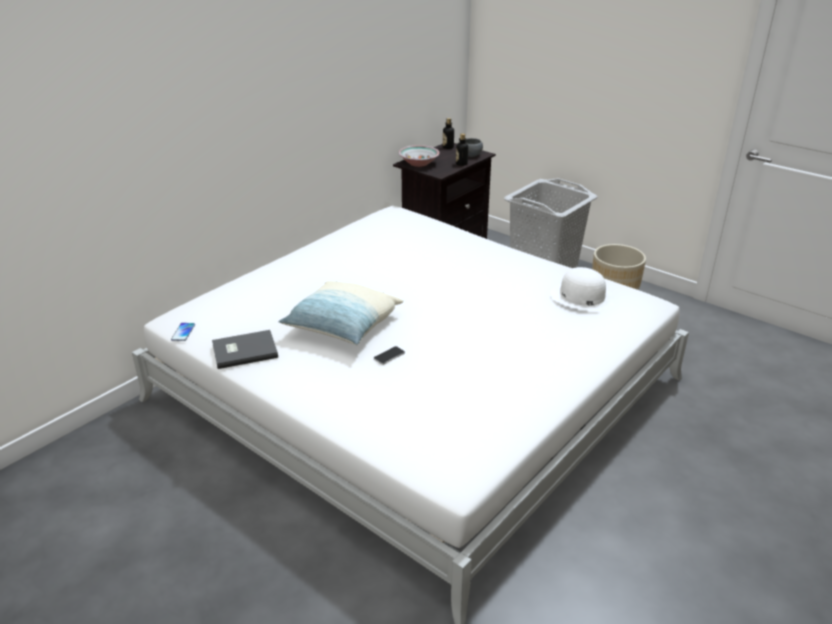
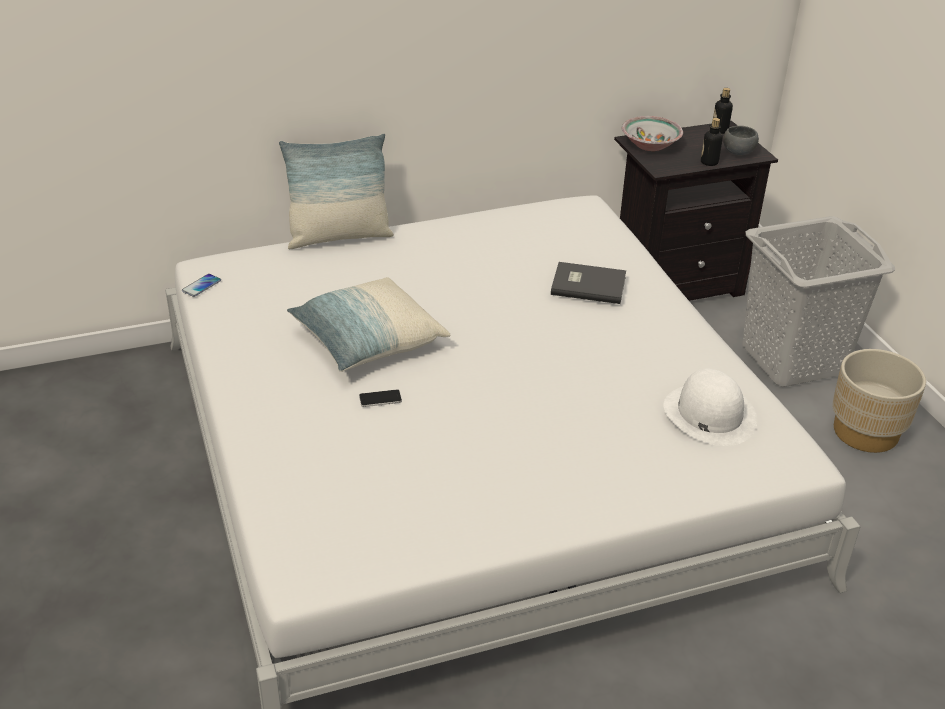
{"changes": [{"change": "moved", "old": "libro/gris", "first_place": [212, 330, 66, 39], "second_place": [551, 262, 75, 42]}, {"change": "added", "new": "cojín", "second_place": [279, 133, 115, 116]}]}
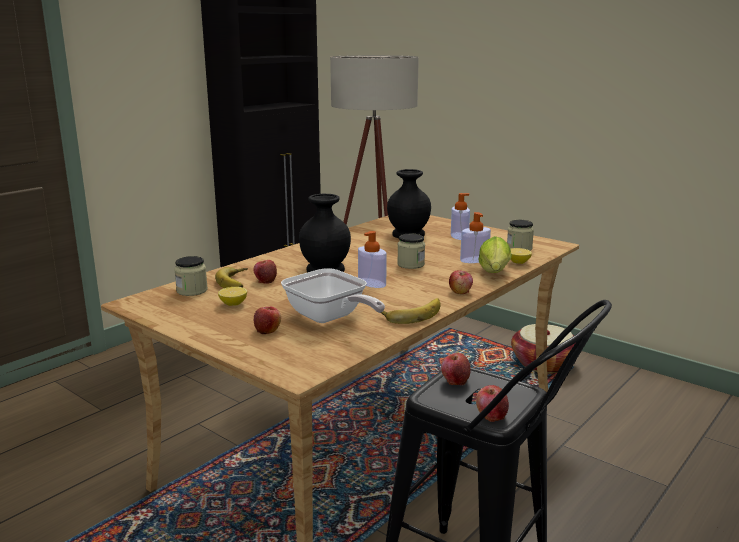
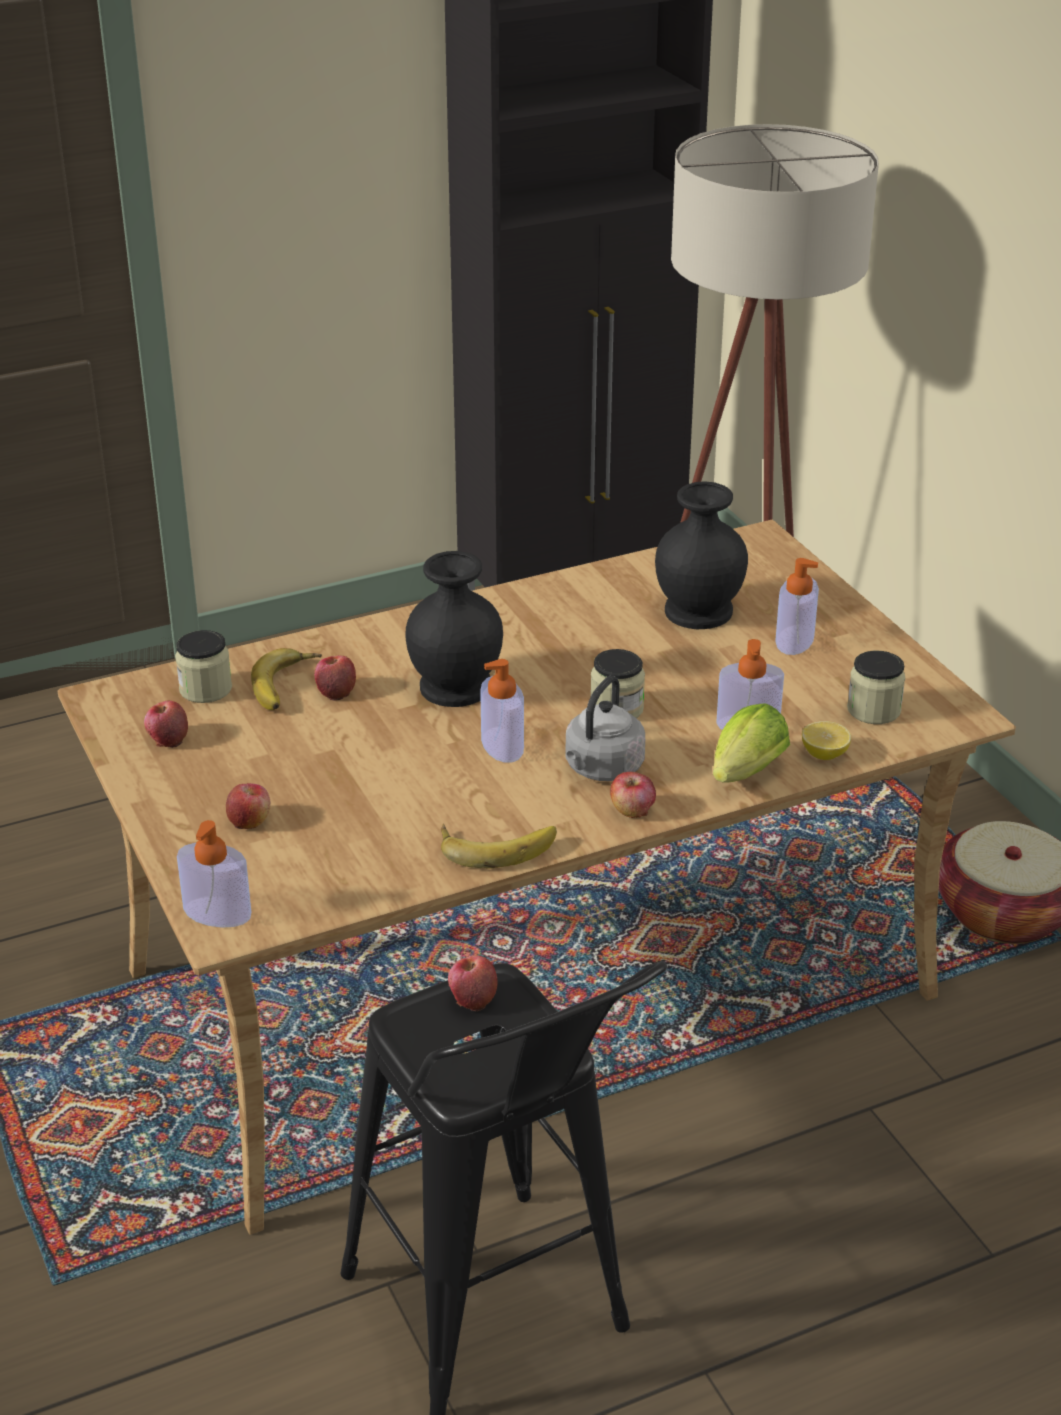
{"changes": [{"change": "removed", "old": "limón", "first_place": [218, 287, 29, 19]}, {"change": "removed", "old": "sartén", "first_place": [281, 268, 104, 55]}, {"change": "moved", "old": "manzana", "first_place": [476, 385, 33, 37], "second_place": [144, 701, 44, 47]}, {"change": "added", "new": "dispensador de jabón", "second_place": [177, 820, 75, 108]}, {"change": "added", "new": "hervidor/gris", "second_place": [565, 675, 80, 106]}]}
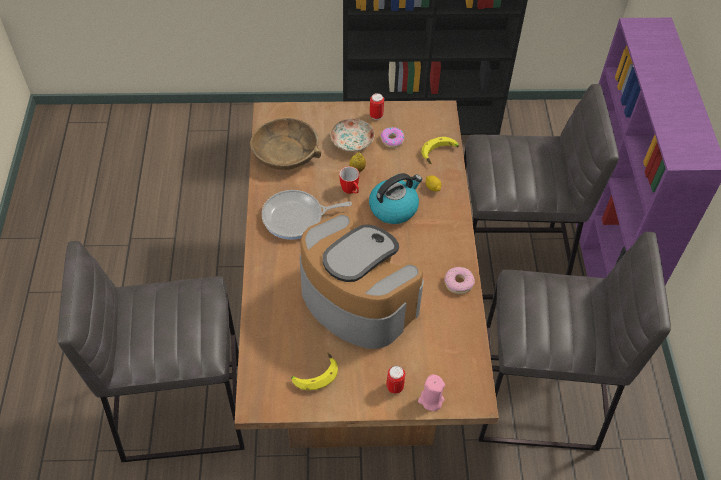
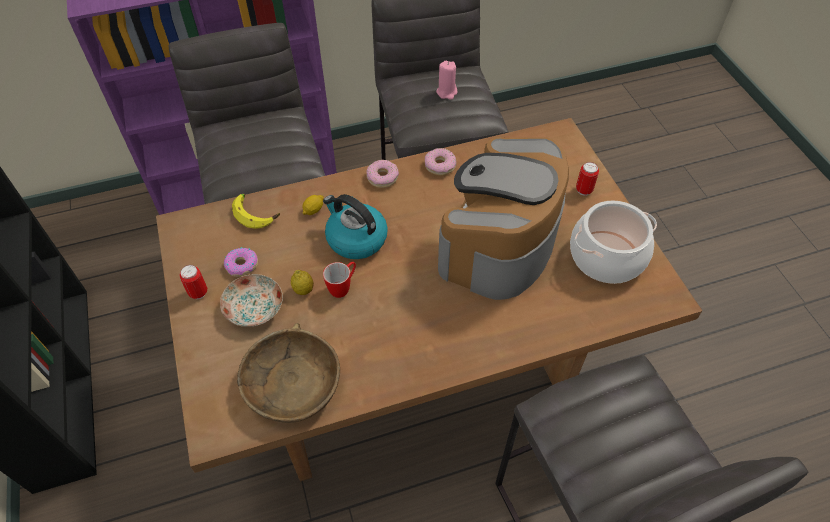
{"changes": [{"change": "removed", "old": "sartén", "first_place": [262, 190, 90, 50]}, {"change": "replaced", "old": "plátano", "new": "olla", "first_place": [291, 352, 47, 38], "second_place": [570, 201, 87, 83]}, {"change": "moved", "old": "vela/rosa", "first_place": [418, 374, 27, 37], "second_place": [436, 61, 21, 39]}, {"change": "added", "new": "rosquilla", "second_place": [366, 160, 33, 28]}]}
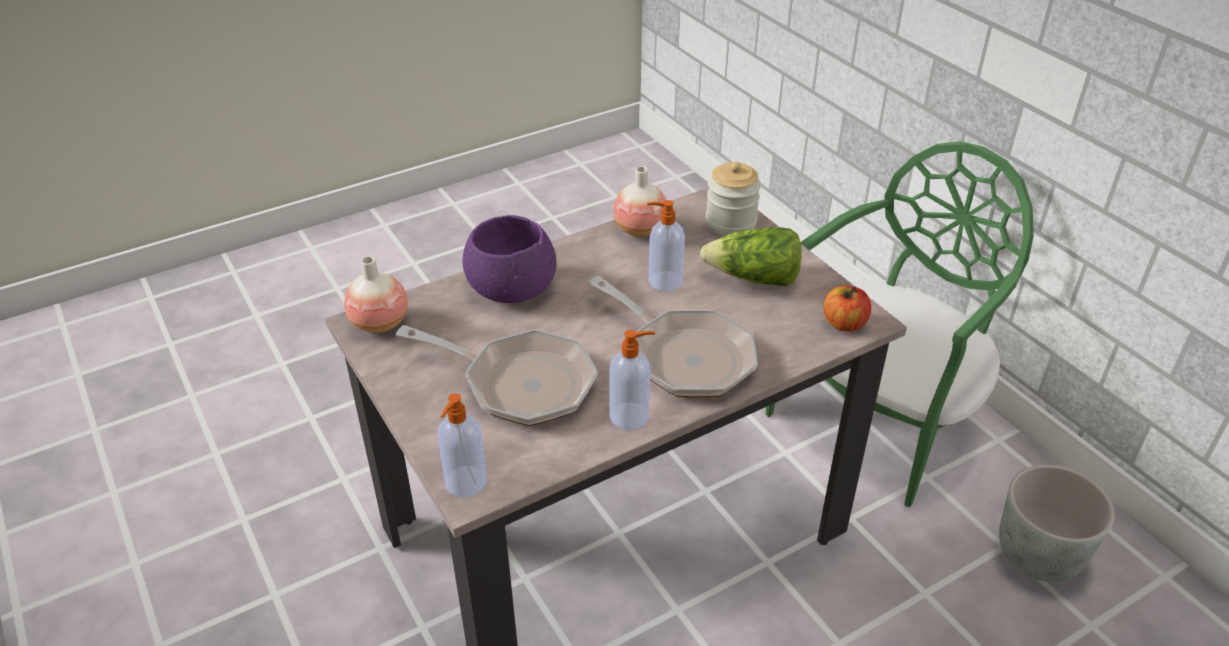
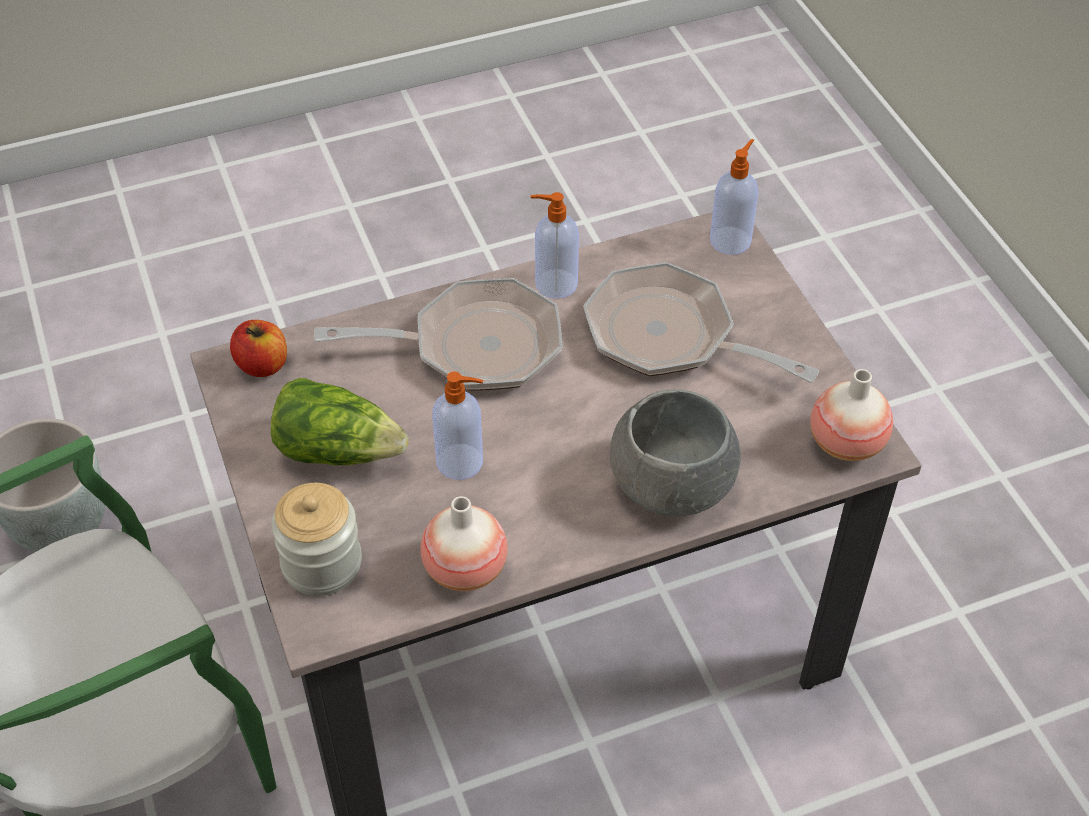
{"changes": [{"change": "recoloured", "old": "cuenco/morado", "new": "cuenco/gris", "first_place": [463, 215, 94, 88], "second_place": [610, 389, 131, 127]}, {"change": "turned", "old": "sartén", "first_place": [588, 276, 170, 121], "second_place": [314, 278, 249, 113], "degrees": 120}]}
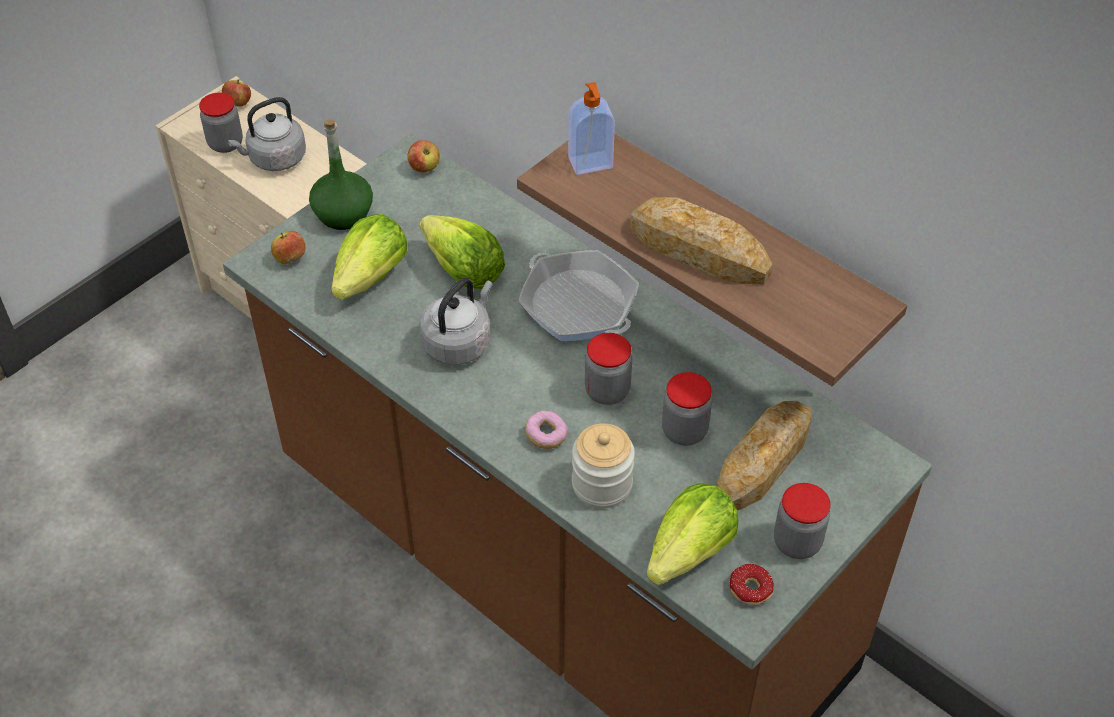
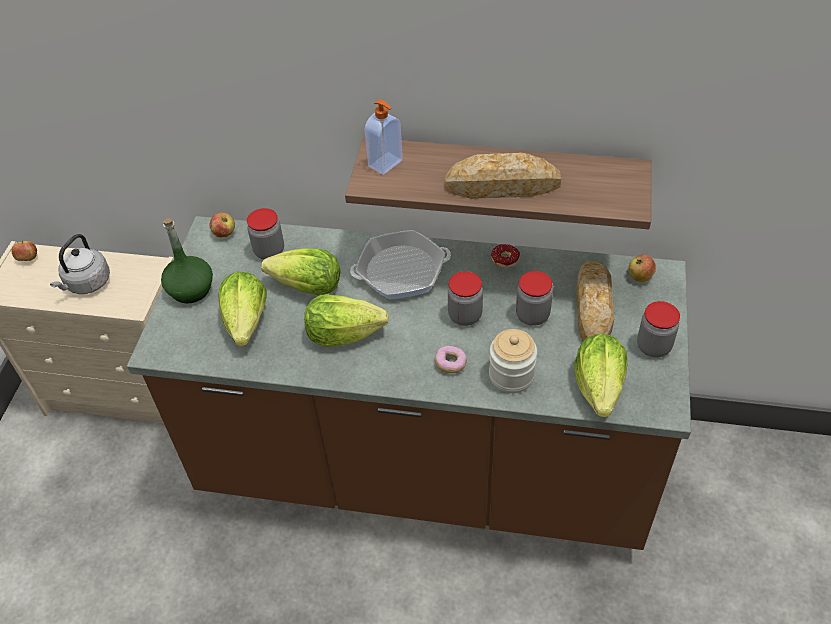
{"changes": [{"change": "moved", "old": "tarro", "first_place": [199, 93, 44, 60], "second_place": [247, 208, 37, 51]}, {"change": "moved", "old": "manzana", "first_place": [271, 231, 35, 33], "second_place": [629, 255, 27, 27]}, {"change": "replaced", "old": "hervidor/gris", "new": "lechuga", "first_place": [419, 278, 74, 87], "second_place": [304, 295, 85, 51]}, {"change": "turned", "old": "sartén", "first_place": [519, 250, 120, 91], "second_place": [350, 230, 101, 70], "degrees": 150}, {"change": "moved", "old": "rosquilla", "first_place": [729, 564, 45, 54], "second_place": [491, 244, 29, 23]}]}
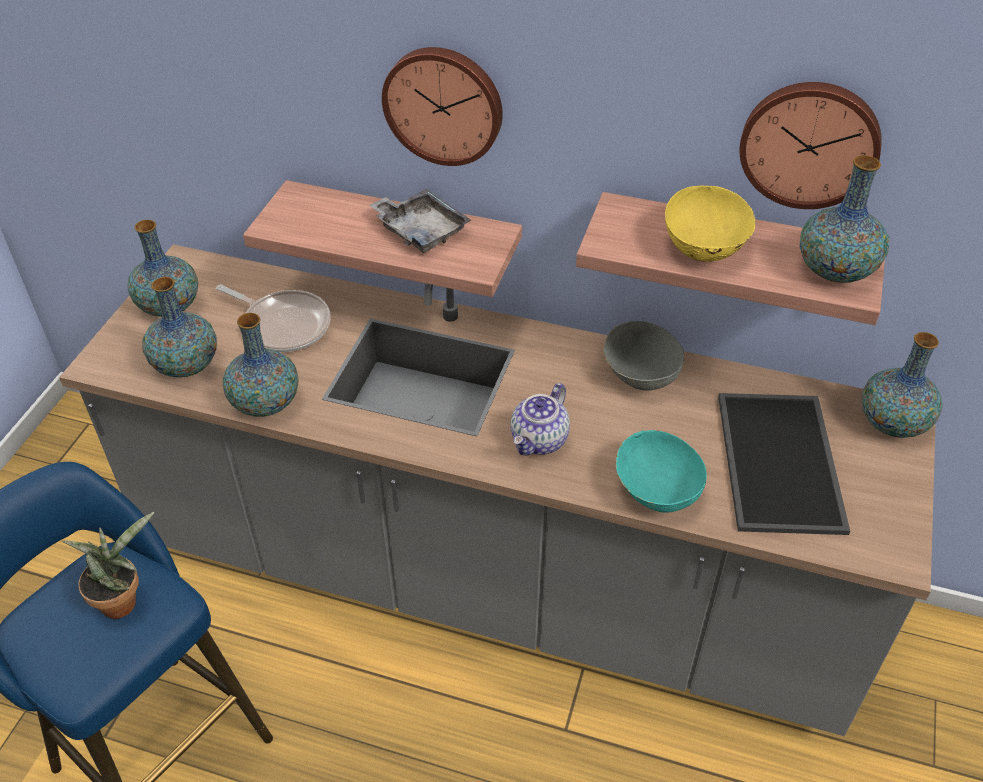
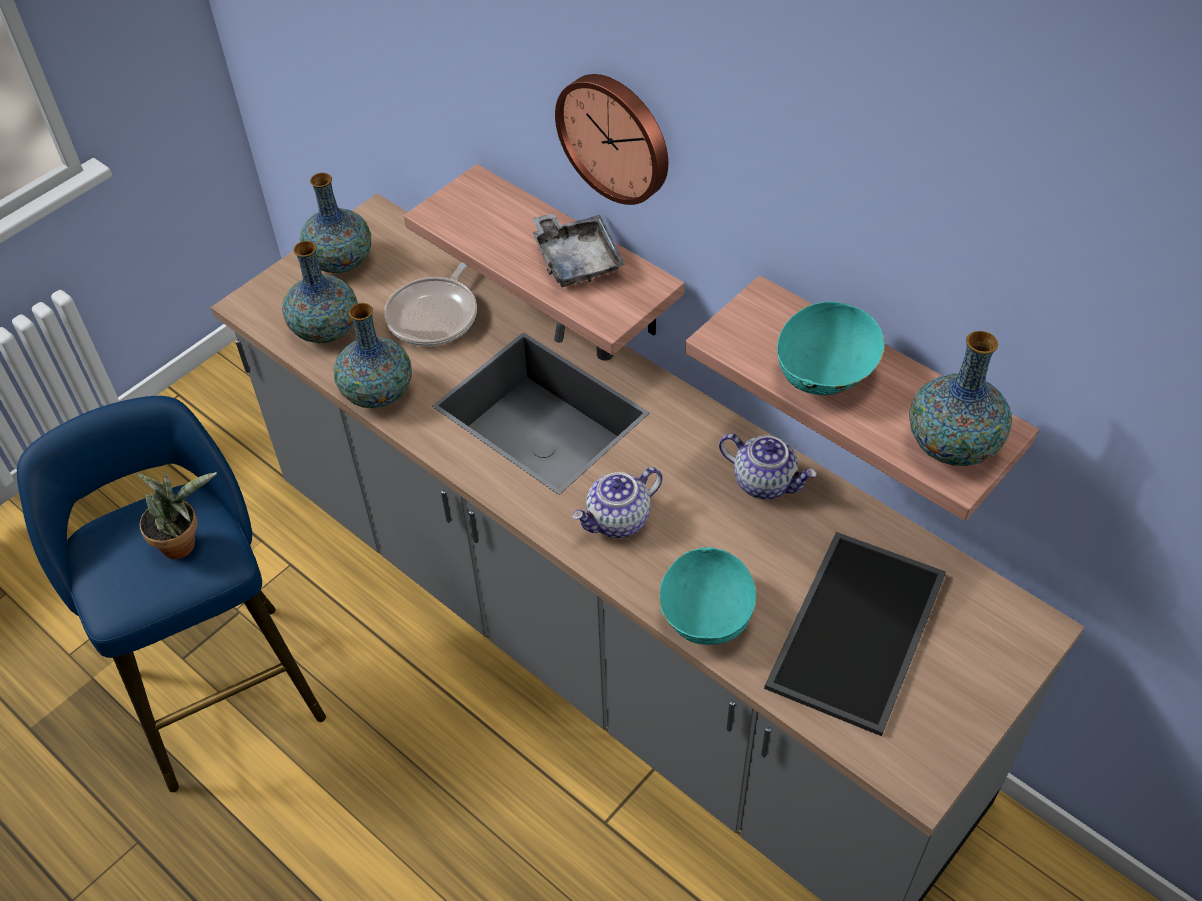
{"changes": [{"change": "turned", "old": "sartén", "first_place": [216, 284, 115, 68], "second_place": [384, 262, 93, 84], "degrees": 60}, {"change": "replaced", "old": "cuenco/gris", "new": "tetera", "first_place": [603, 321, 81, 69], "second_place": [719, 434, 98, 66]}, {"change": "recoloured", "old": "cuenco/amarillo", "new": "cuenco/turquesa", "first_place": [665, 184, 91, 78], "second_place": [777, 302, 108, 93]}, {"change": "removed", "old": "reloj de pared", "first_place": [740, 82, 142, 127]}, {"change": "removed", "old": "florero", "first_place": [861, 332, 82, 106]}]}
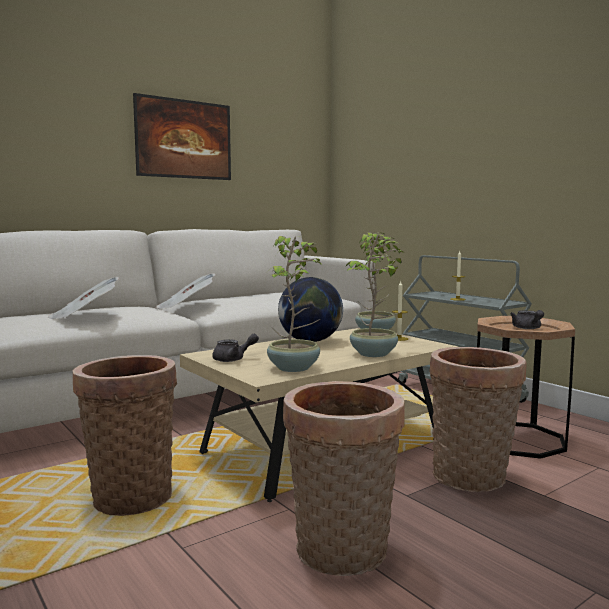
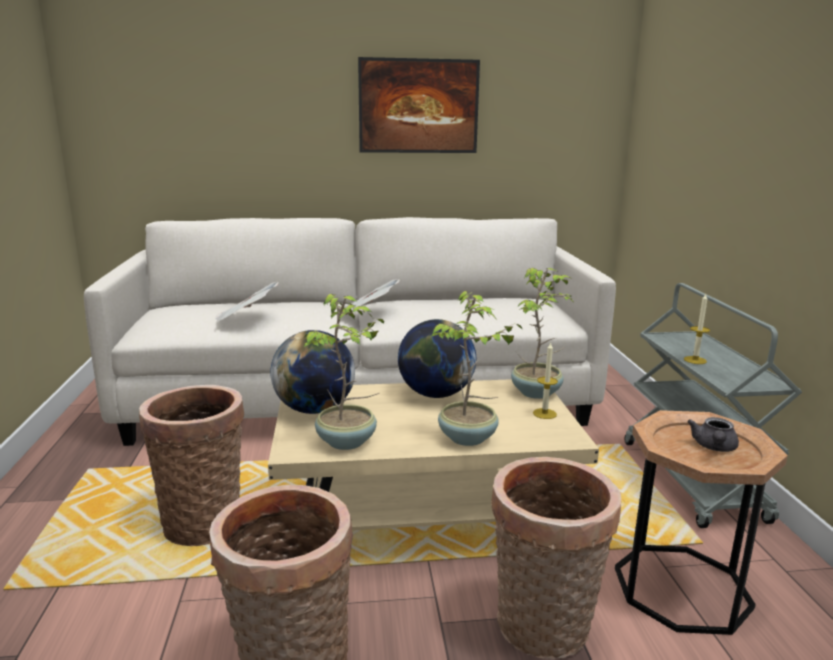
{"changes": [{"change": "replaced", "old": "tetera/gris", "new": "globo terráqueo", "first_place": [212, 334, 47, 28], "second_place": [270, 330, 85, 84]}]}
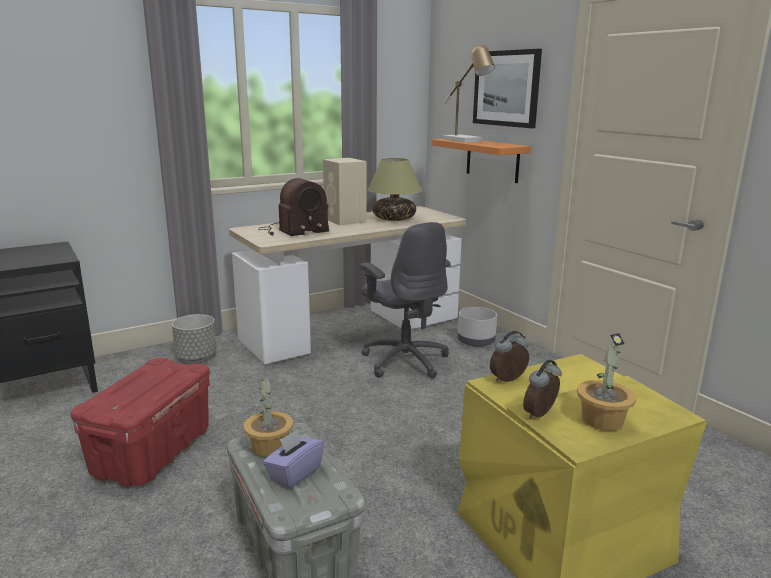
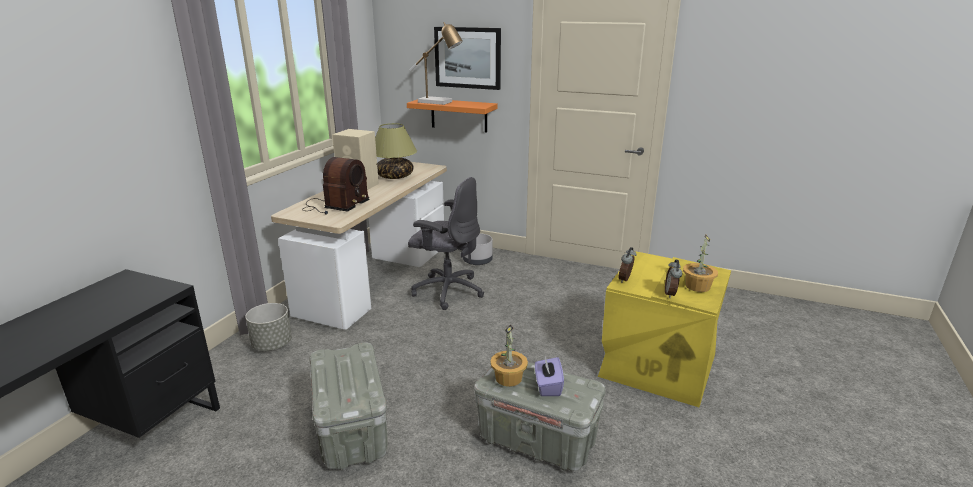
{"changes": [{"change": "recoloured", "old": "caja de almacenaje/rojo", "new": "caja de almacenaje/gris", "first_place": [71, 358, 139, 129], "second_place": [310, 342, 78, 128]}]}
